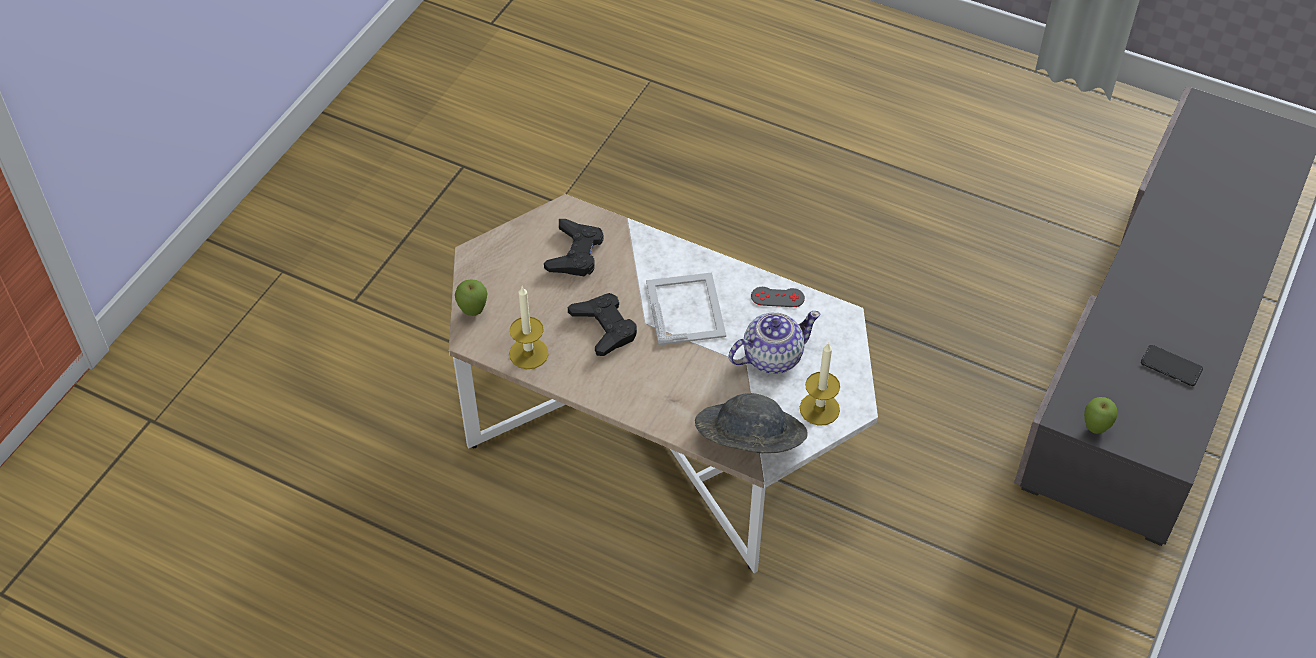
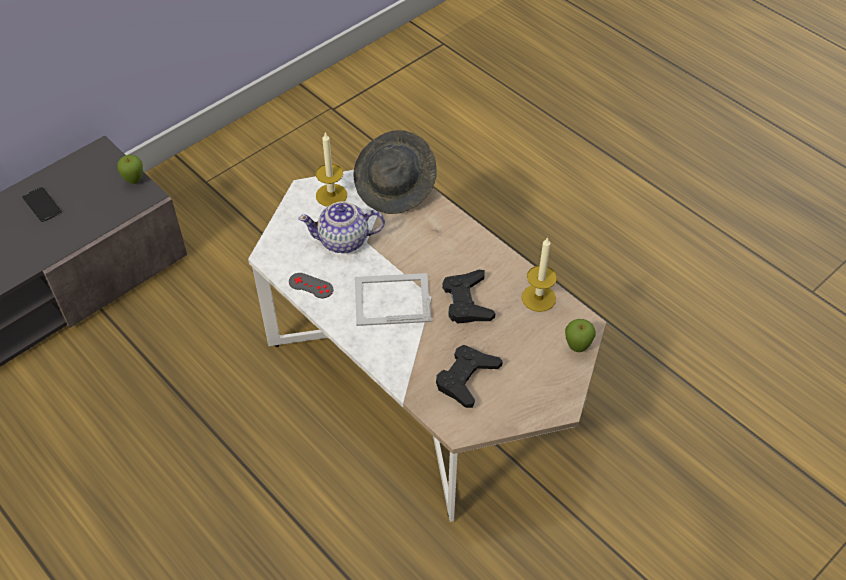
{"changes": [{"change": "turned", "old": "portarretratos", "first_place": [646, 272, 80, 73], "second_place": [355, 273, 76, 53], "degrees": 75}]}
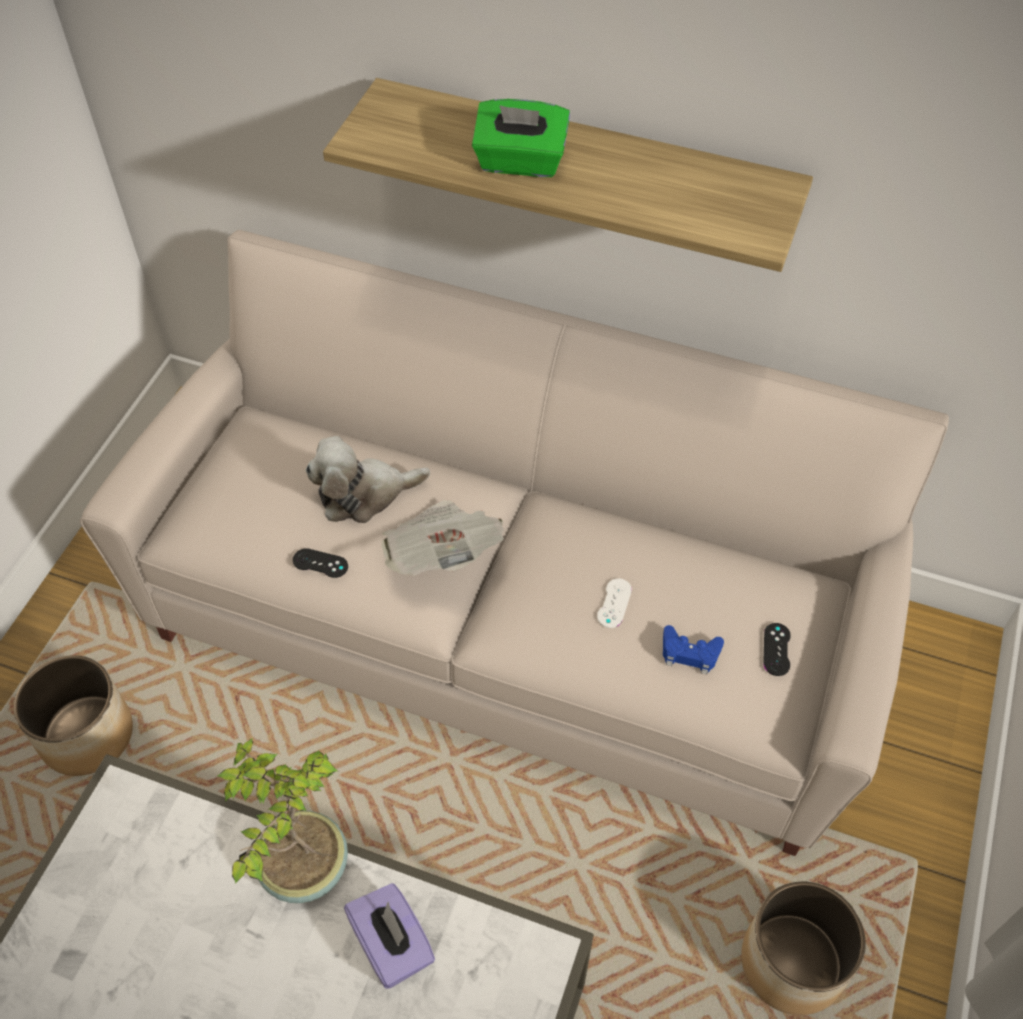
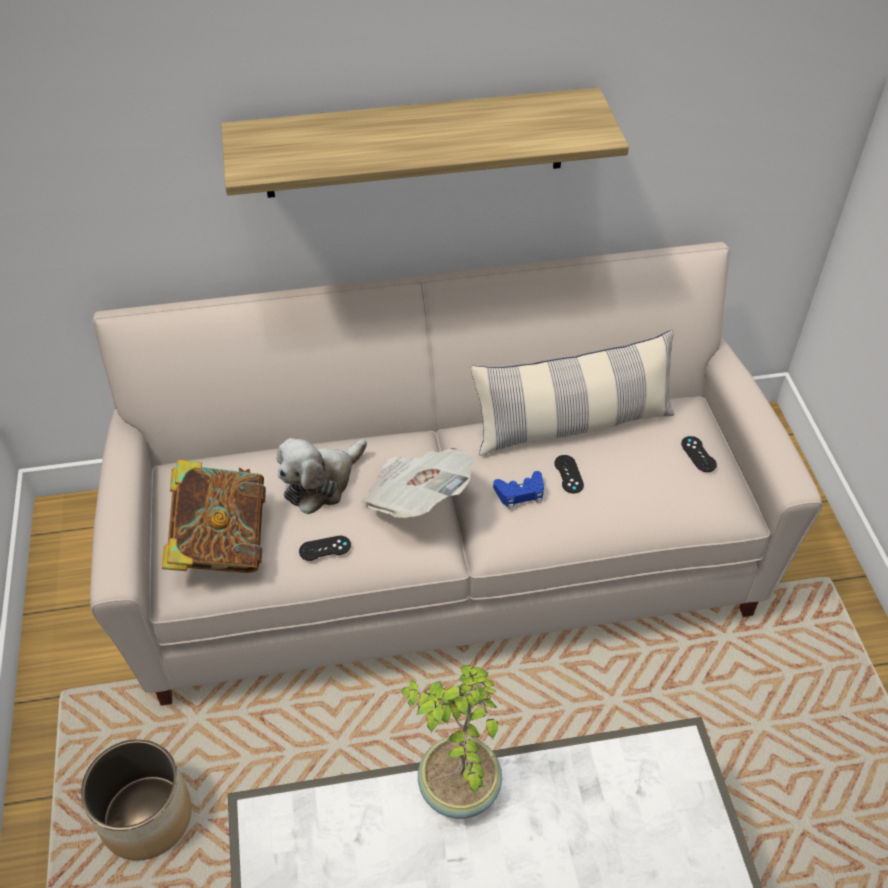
{"changes": [{"change": "removed", "old": "caja de pañuelos/morado", "first_place": [344, 883, 91, 106]}, {"change": "removed", "old": "caja de pañuelos/verde", "first_place": [472, 99, 98, 78]}, {"change": "recoloured", "old": "mando de consola/blanco", "new": "mando de consola/negro", "first_place": [597, 578, 35, 50], "second_place": [554, 455, 30, 38]}, {"change": "moved", "old": "mando de consola/azul", "first_place": [663, 625, 61, 49], "second_place": [493, 471, 51, 38]}, {"change": "removed", "old": "maceta", "first_place": [741, 881, 125, 134]}, {"change": "added", "new": "libro", "second_place": [162, 460, 104, 113]}, {"change": "added", "new": "cojín", "second_place": [471, 330, 203, 126]}]}
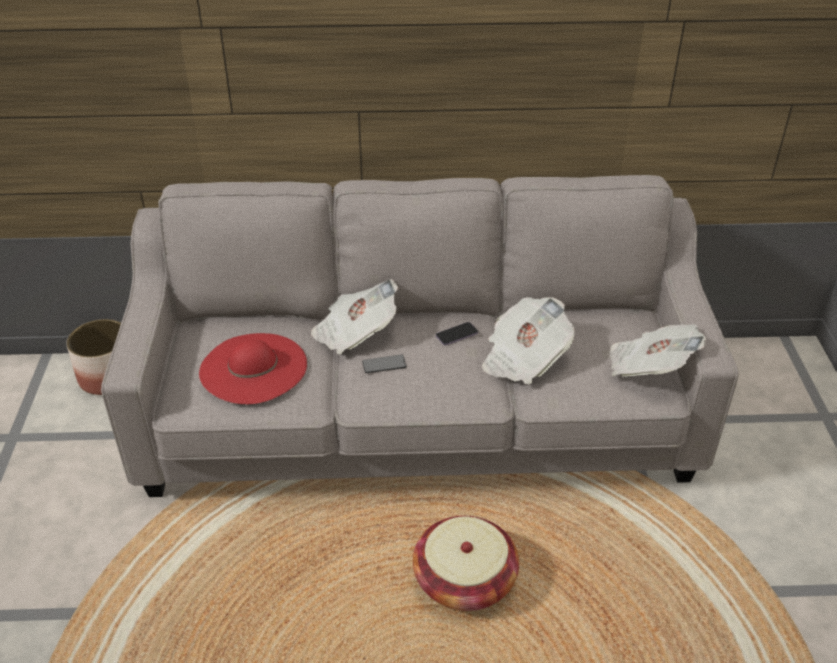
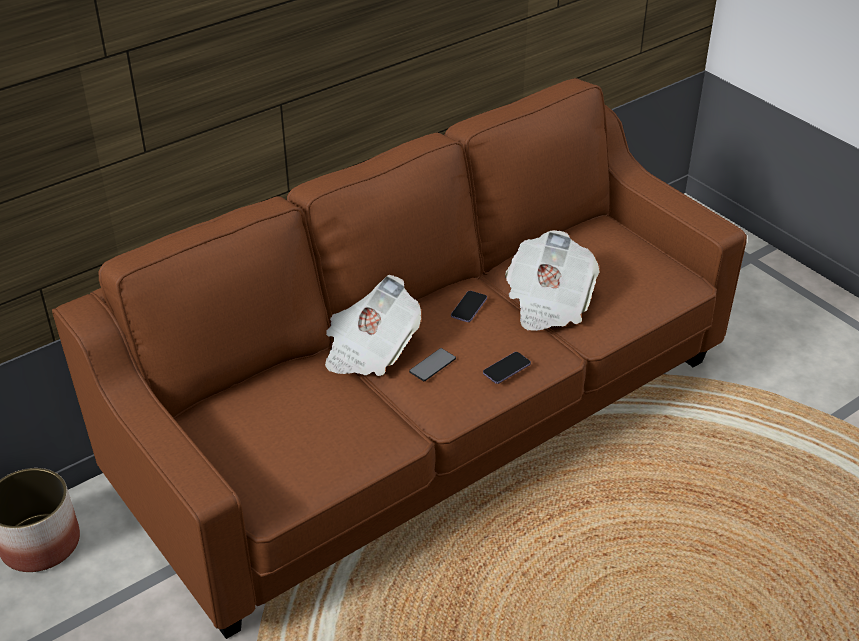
{"changes": [{"change": "recoloured", "old": "sofá/gris", "new": "sofá/marrón", "first_place": [101, 175, 638, 322], "second_place": [52, 78, 695, 561]}, {"change": "removed", "old": "sombrero/rojo", "first_place": [199, 333, 108, 71]}, {"change": "removed", "old": "cesta", "first_place": [413, 516, 106, 95]}, {"change": "removed", "old": "periódico", "first_place": [610, 324, 96, 53]}, {"change": "added", "new": "móvil", "second_place": [483, 352, 48, 32]}]}
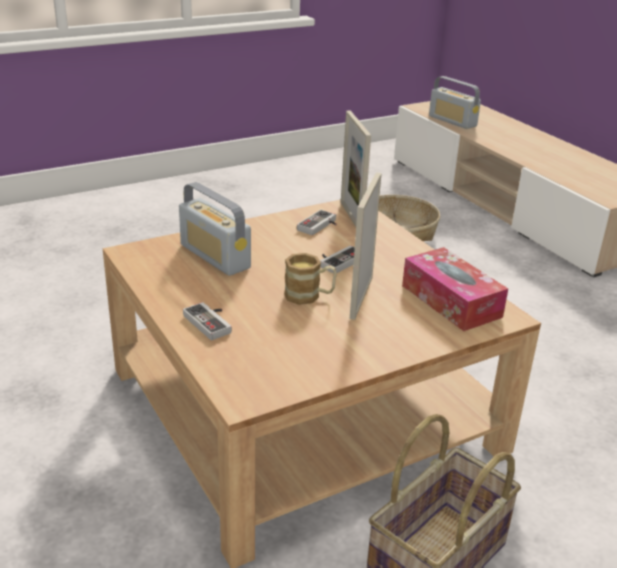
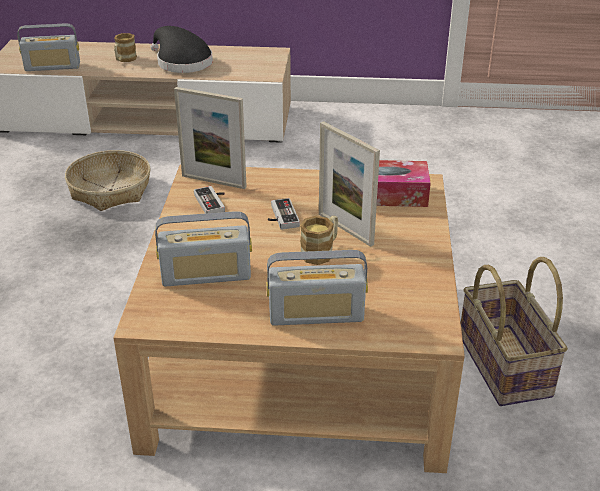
{"changes": [{"change": "replaced", "old": "mando de consola", "new": "radio", "first_place": [183, 302, 49, 38], "second_place": [266, 250, 102, 76]}, {"change": "added", "new": "taza grande", "second_place": [114, 33, 23, 29]}, {"change": "added", "new": "sombrero/negro", "second_place": [151, 26, 62, 47]}]}
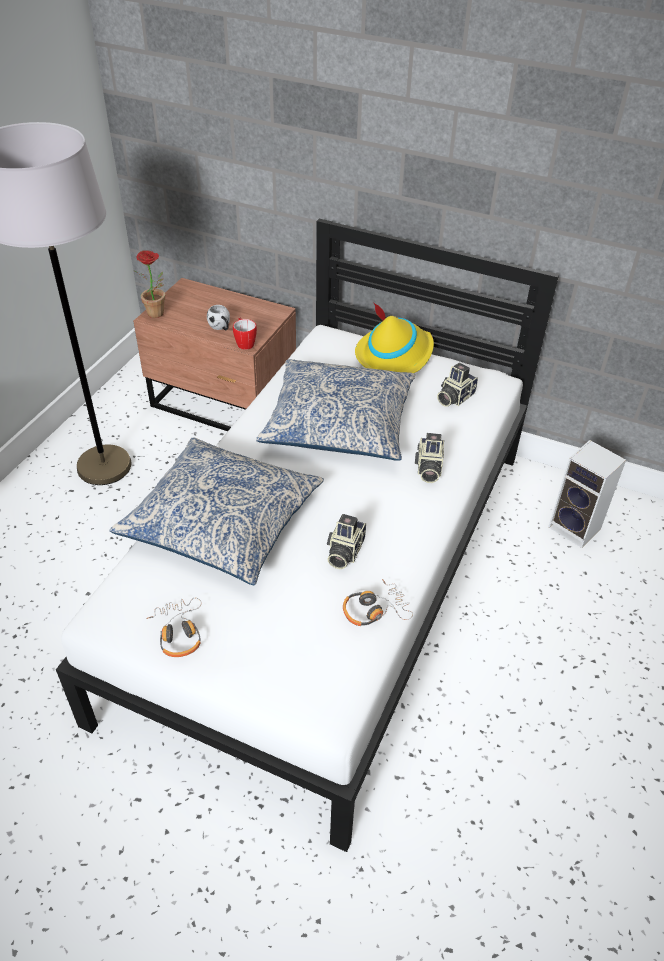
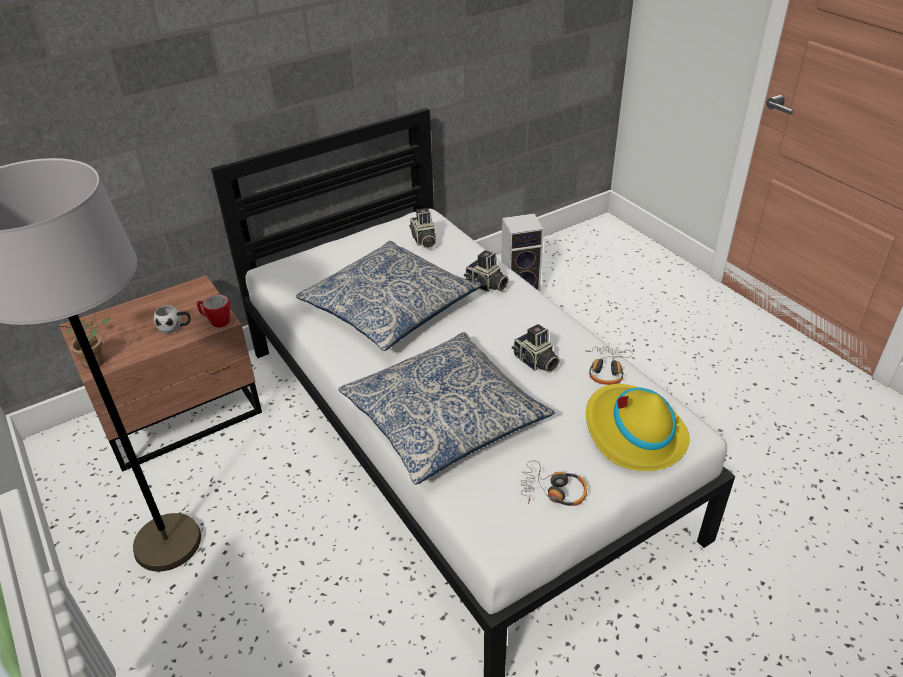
{"changes": [{"change": "moved", "old": "sombrero/amarillo", "first_place": [355, 302, 79, 71], "second_place": [586, 384, 104, 87]}]}
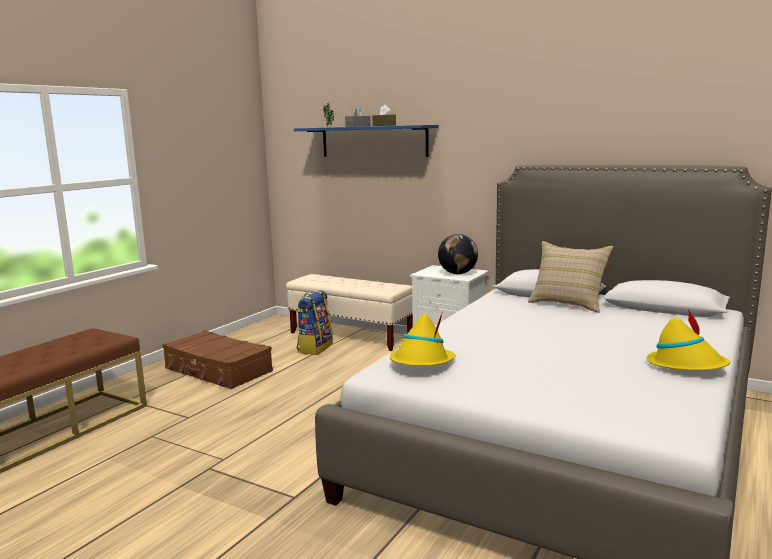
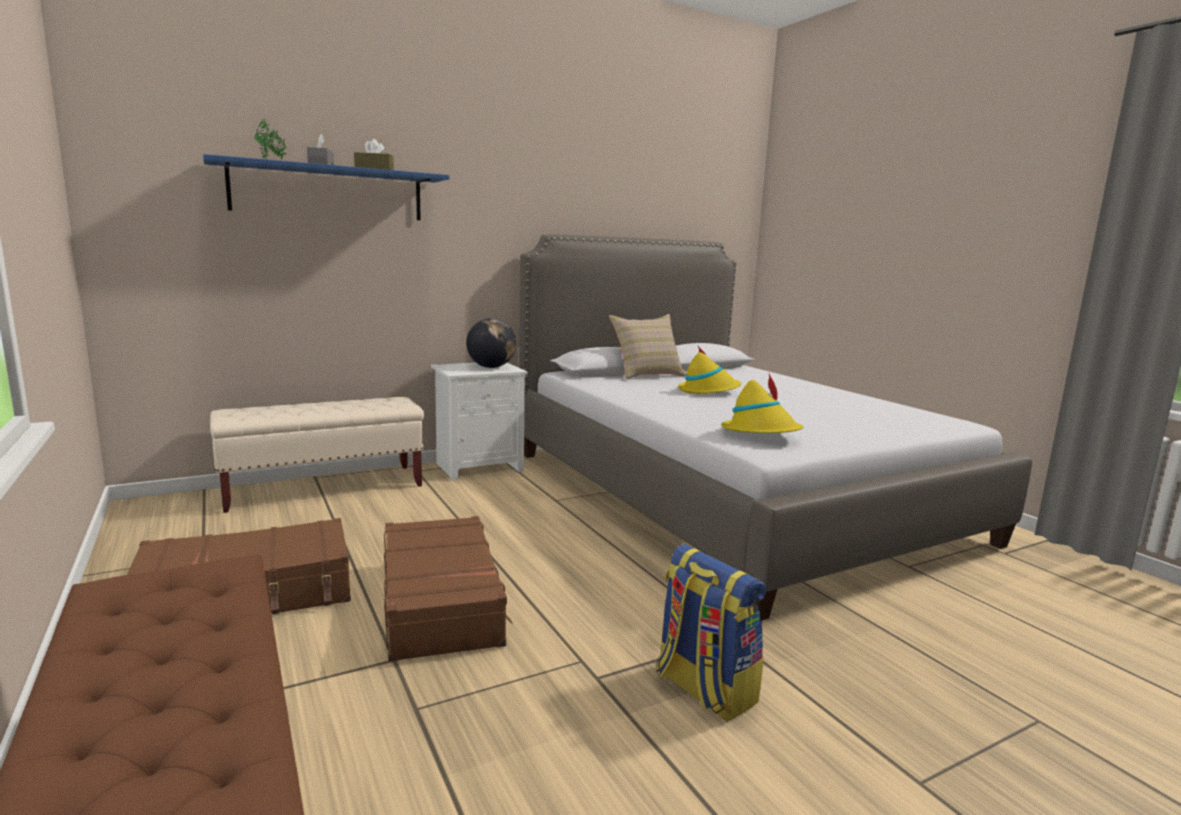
{"changes": [{"change": "moved", "old": "mochila", "first_place": [296, 290, 37, 65], "second_place": [657, 544, 109, 178]}, {"change": "moved", "old": "sombrero/amarillo", "first_place": [646, 309, 84, 61], "second_place": [678, 346, 63, 48]}, {"change": "added", "new": "maleta/marrón", "second_place": [384, 516, 128, 146]}]}
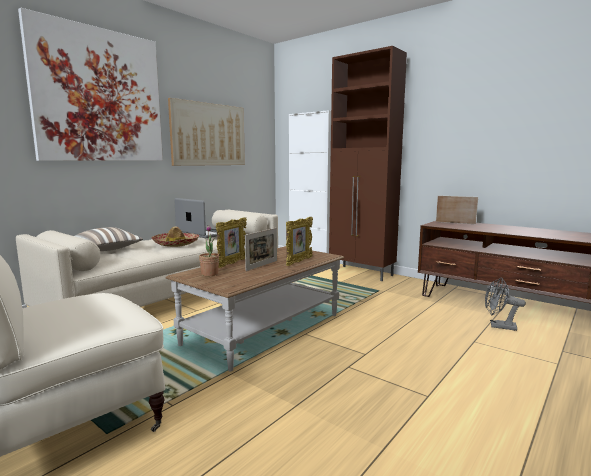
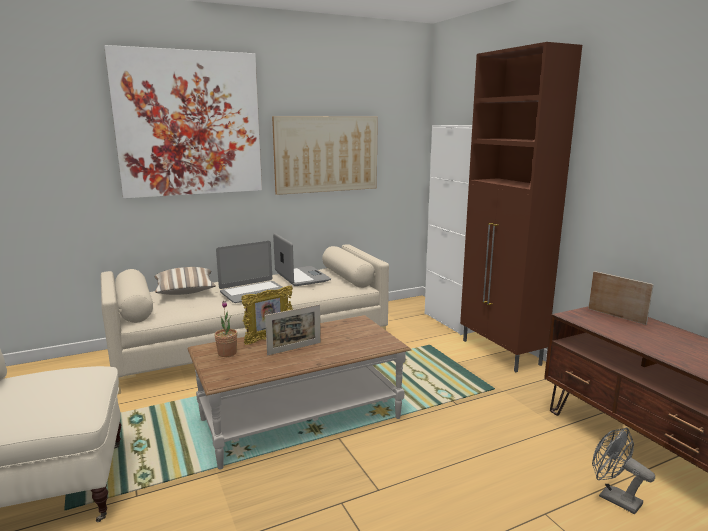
{"changes": [{"change": "replaced", "old": "sombrero", "new": "portátil", "first_place": [152, 226, 47, 21], "second_place": [216, 241, 66, 62]}, {"change": "removed", "old": "portarretratos", "first_place": [286, 216, 27, 50]}]}
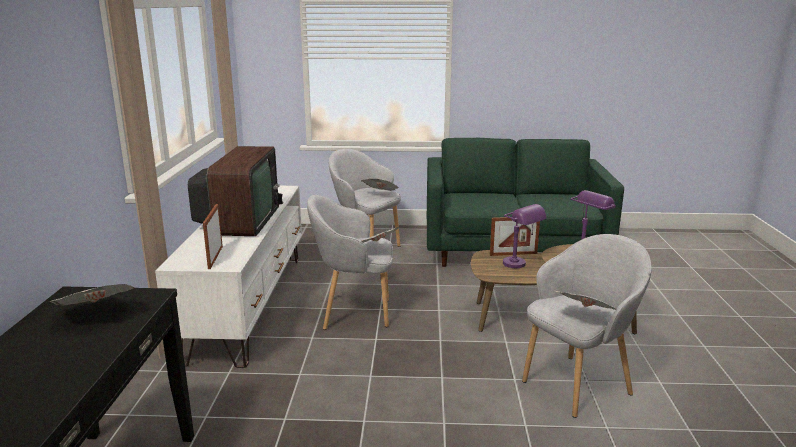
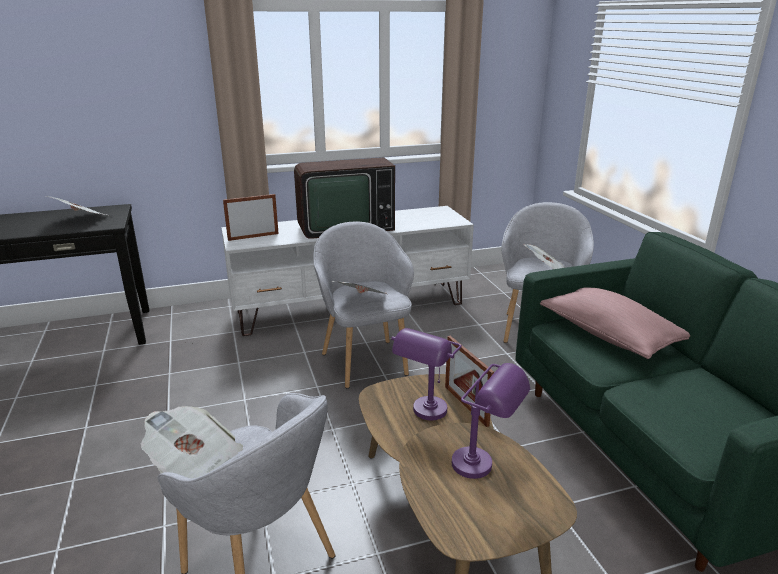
{"changes": [{"change": "added", "new": "cojín/rosa", "second_place": [540, 287, 150, 72]}]}
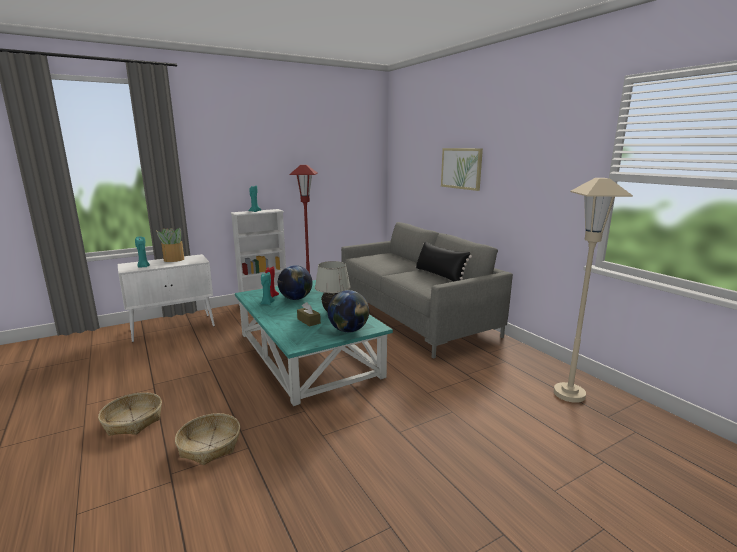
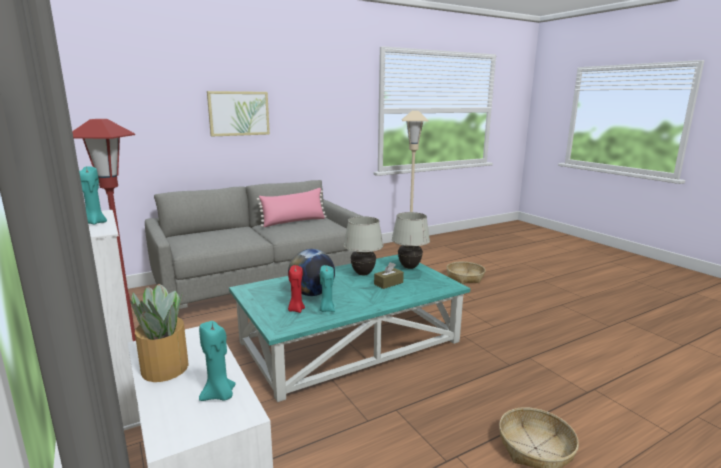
{"changes": [{"change": "moved", "old": "cesta", "first_place": [175, 413, 65, 52], "second_place": [446, 262, 39, 22]}, {"change": "replaced", "old": "globo terráqueo", "new": "lámpara de mesa/blanco", "first_place": [328, 290, 41, 42], "second_place": [392, 212, 38, 57]}, {"change": "recoloured", "old": "cojín/negro", "new": "cojín/rosa", "first_place": [416, 241, 56, 41], "second_place": [256, 188, 71, 39]}]}
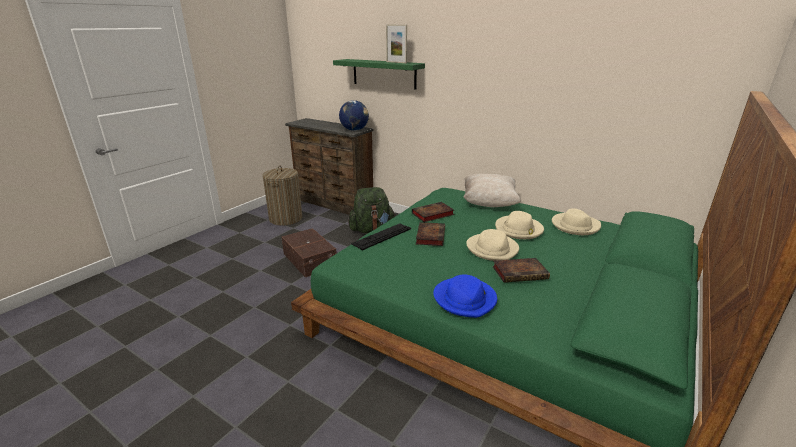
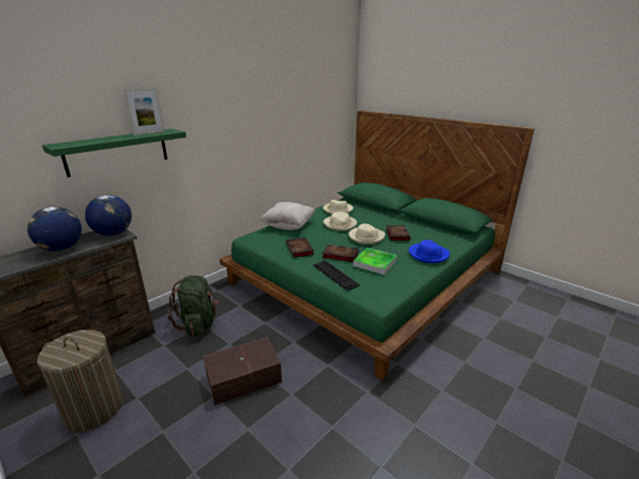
{"changes": [{"change": "added", "new": "globo terráqueo", "second_place": [27, 207, 55, 44]}, {"change": "added", "new": "bandeja", "second_place": [353, 248, 44, 27]}]}
